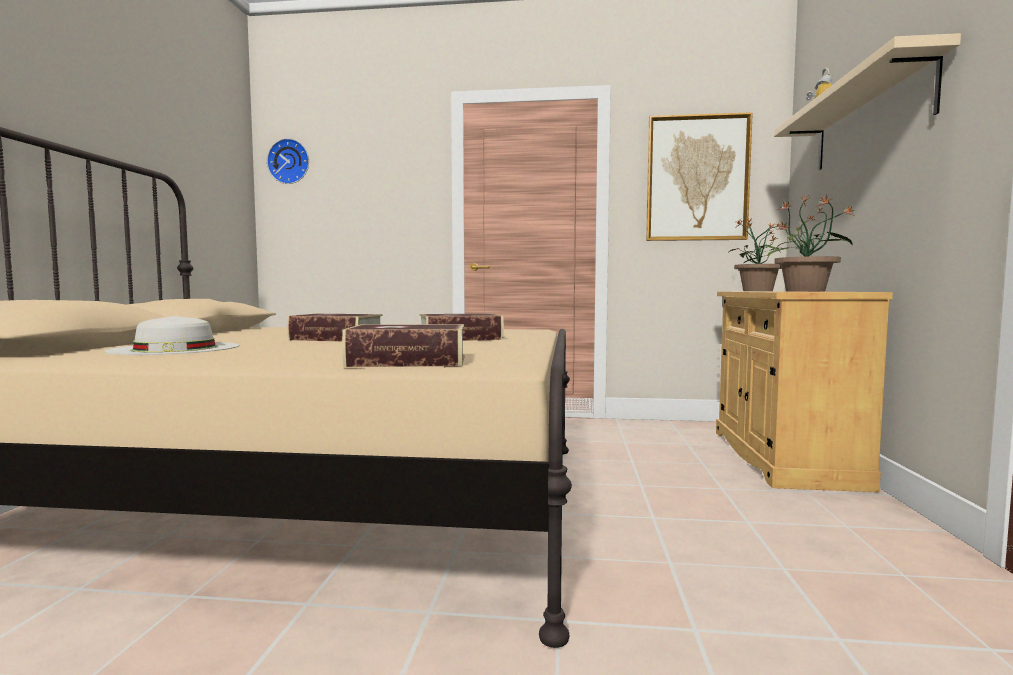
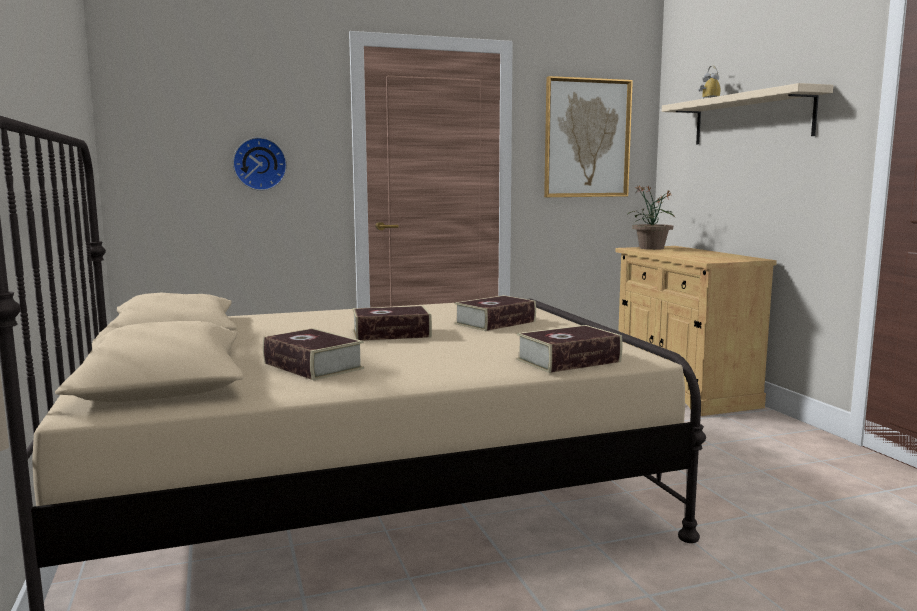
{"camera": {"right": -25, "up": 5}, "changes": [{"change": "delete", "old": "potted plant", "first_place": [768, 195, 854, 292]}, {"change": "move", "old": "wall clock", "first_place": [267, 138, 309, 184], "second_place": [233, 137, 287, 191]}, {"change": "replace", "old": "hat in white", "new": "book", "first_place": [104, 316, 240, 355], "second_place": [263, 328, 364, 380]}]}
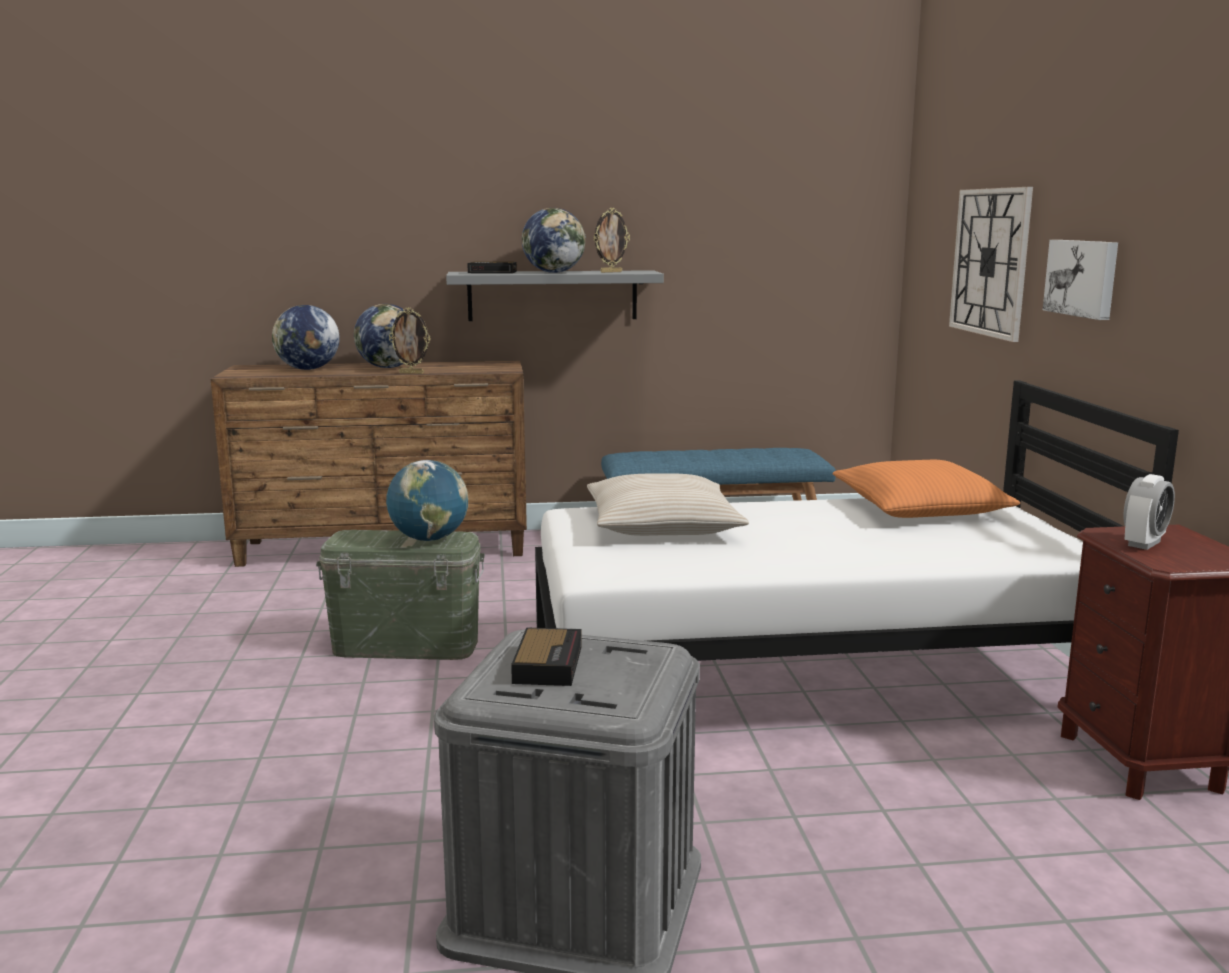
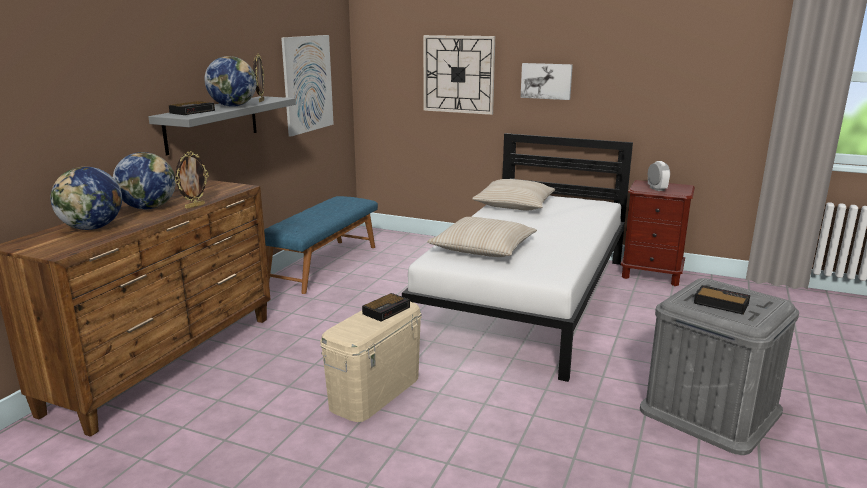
{"camera": {"right": -60, "up": 5}, "changes": [{"change": "insert", "new": "picture", "second_place": [281, 35, 334, 137]}, {"change": "replace", "old": "globe", "new": "alarm clock", "first_place": [386, 460, 468, 541], "second_place": [362, 293, 410, 321]}, {"change": "recolor", "old": "storage box in green", "new": "storage box in beige", "first_place": [316, 530, 485, 660], "second_place": [320, 302, 422, 422]}, {"change": "recolor", "old": "pillow in orange", "new": "pillow in beige", "first_place": [833, 460, 1020, 518], "second_place": [472, 179, 555, 210]}]}
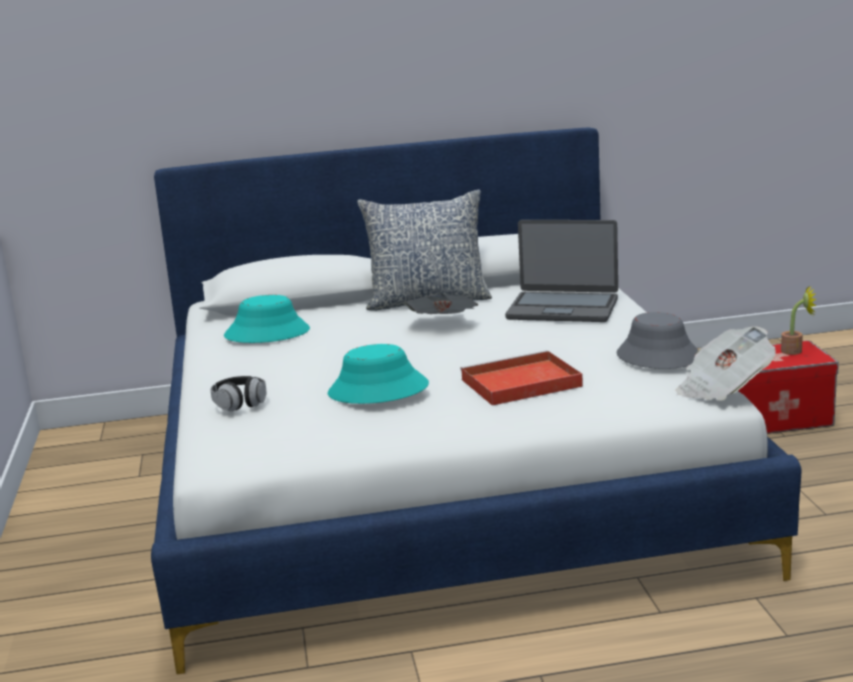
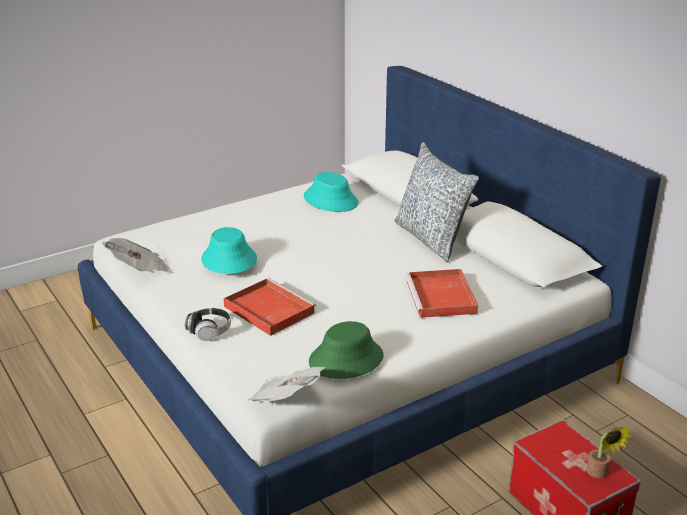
{"camera": {"right": 65, "up": 10}, "changes": [{"change": "move", "old": "headphones", "first_place": [210, 376, 267, 411], "second_place": [185, 308, 231, 341]}, {"change": "move", "old": "newspaper", "first_place": [402, 294, 478, 314], "second_place": [102, 238, 172, 273]}, {"change": "replace", "old": "laptop", "new": "tray in red", "first_place": [505, 220, 618, 322], "second_place": [405, 269, 478, 318]}, {"change": "recolor", "old": "hat in grey", "new": "hat in green", "first_place": [617, 312, 698, 369], "second_place": [309, 321, 383, 379]}]}
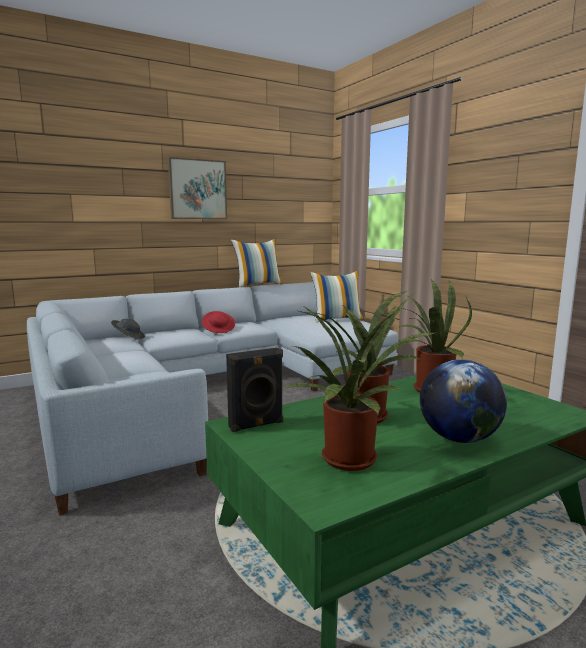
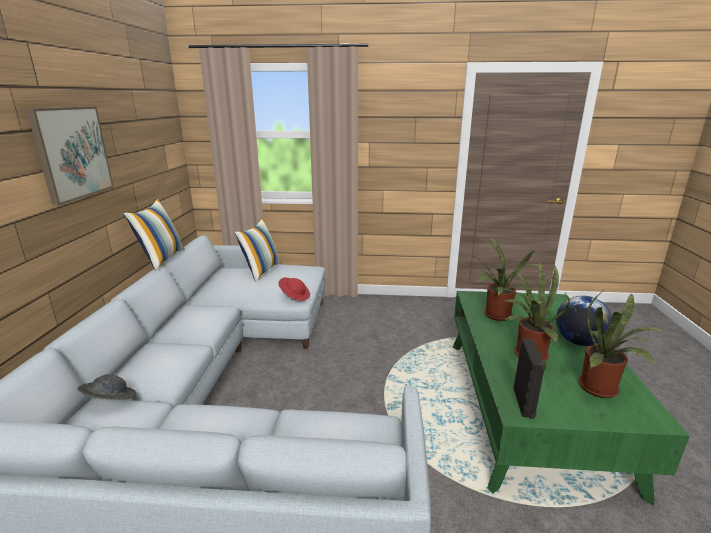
{"camera": {"right": -55, "up": 10}, "changes": [{"change": "move", "old": "hat in red", "first_place": [202, 311, 235, 333], "second_place": [279, 278, 310, 301]}]}
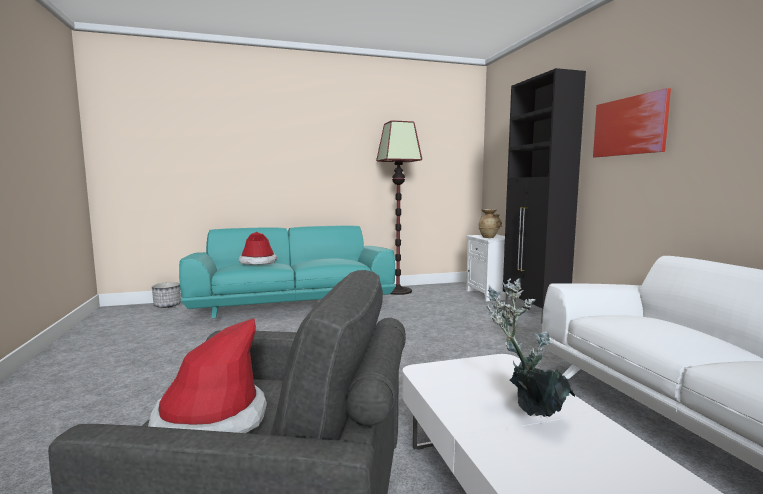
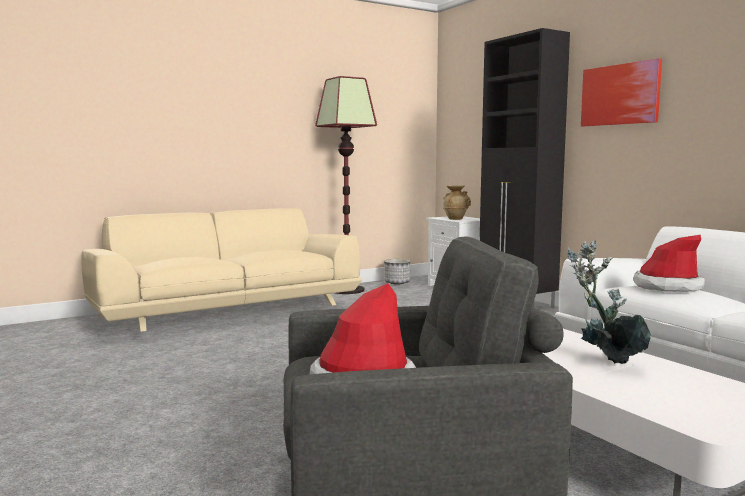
{"camera": {"right": -15, "up": 0}, "changes": [{"change": "move", "old": "planter", "first_place": [152, 282, 181, 308], "second_place": [384, 259, 411, 285]}, {"change": "move", "old": "hat", "first_place": [238, 232, 277, 265], "second_place": [633, 235, 705, 292]}, {"change": "recolor", "old": "sofa in turquoise", "new": "sofa in beige", "first_place": [179, 225, 396, 318], "second_place": [81, 208, 362, 332]}]}
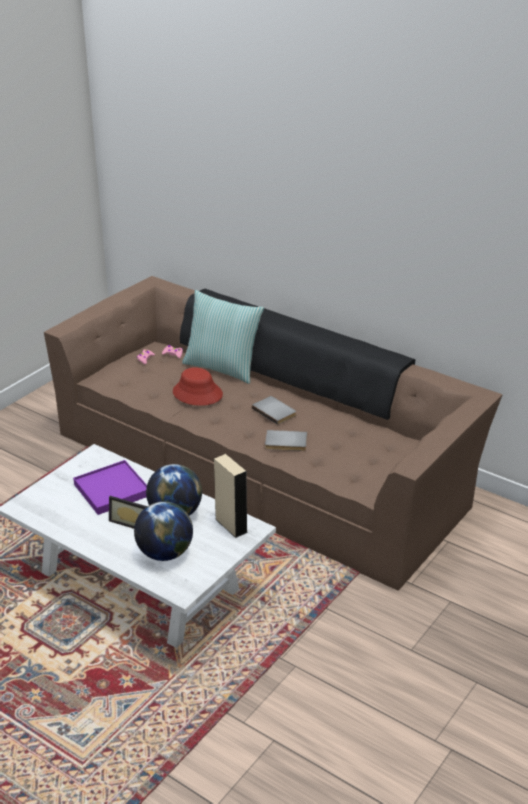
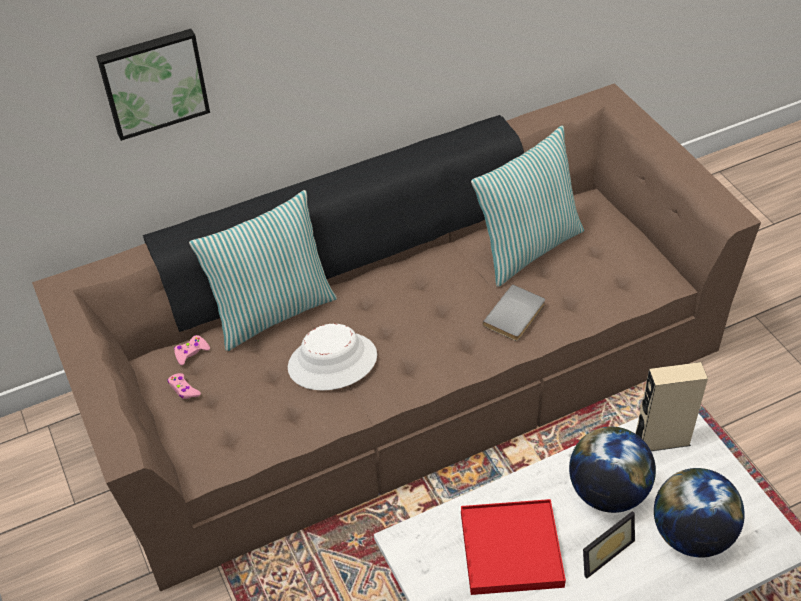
{"camera": {"right": -60, "up": 15}, "changes": [{"change": "delete", "old": "book in grey", "first_place": [252, 396, 296, 425]}, {"change": "insert", "new": "picture", "second_place": [96, 29, 210, 141]}, {"change": "insert", "new": "pillow", "second_place": [471, 125, 584, 287]}, {"change": "recolor", "old": "tray in purple", "new": "tray in red", "first_place": [73, 460, 147, 515], "second_place": [461, 499, 566, 595]}, {"change": "recolor", "old": "hat in red", "new": "hat in white", "first_place": [173, 367, 223, 406], "second_place": [288, 324, 377, 391]}]}
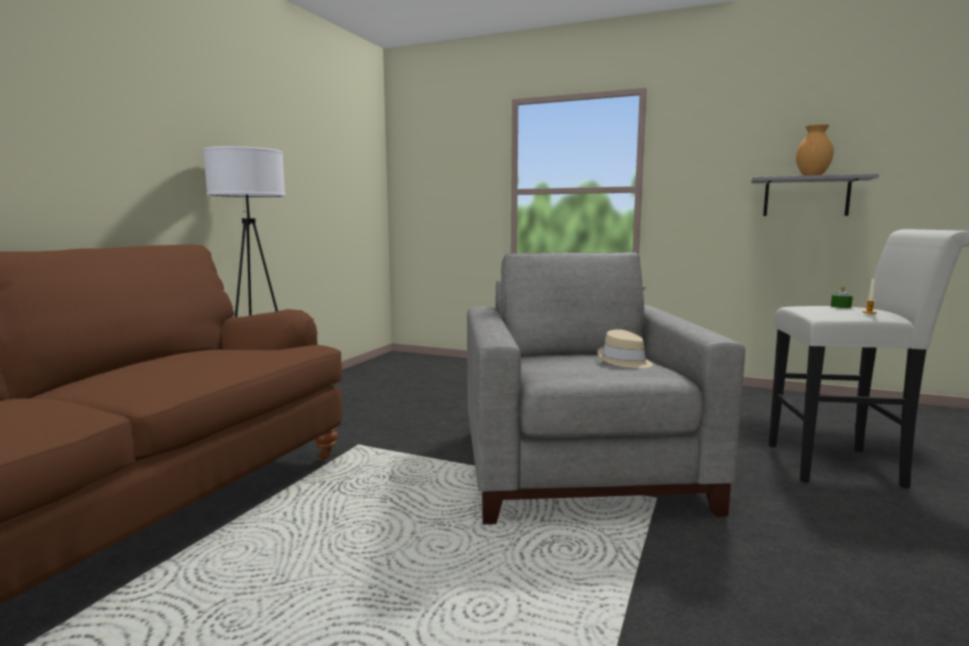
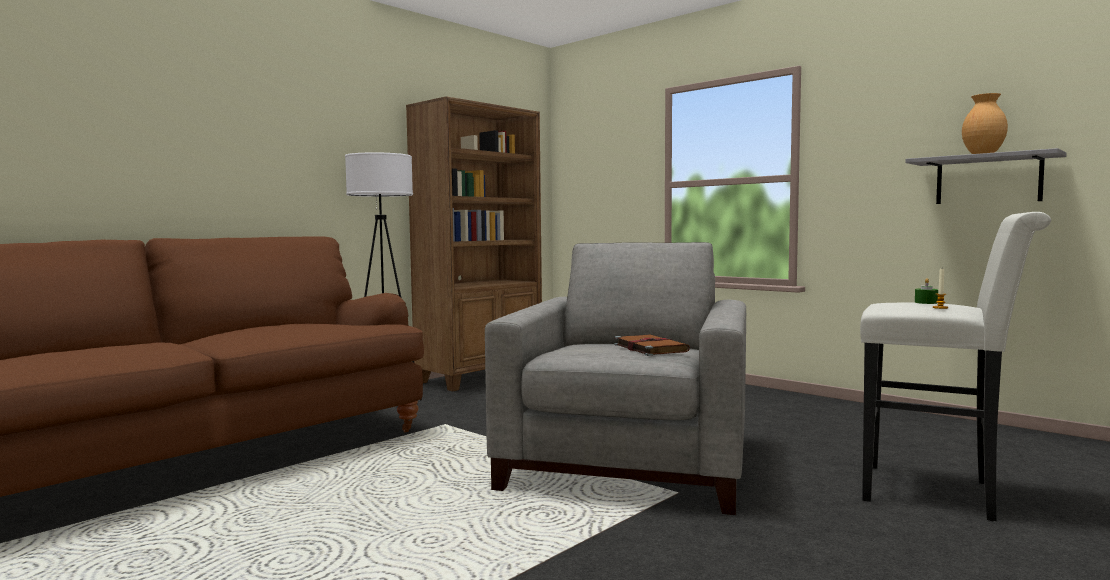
{"camera": {"right": 20, "up": -5}, "changes": [{"change": "insert", "new": "bookcase in brown", "second_place": [406, 96, 542, 392]}, {"change": "replace", "old": "hat in beige", "new": "book in brown", "first_place": [597, 329, 653, 368], "second_place": [614, 334, 690, 356]}]}
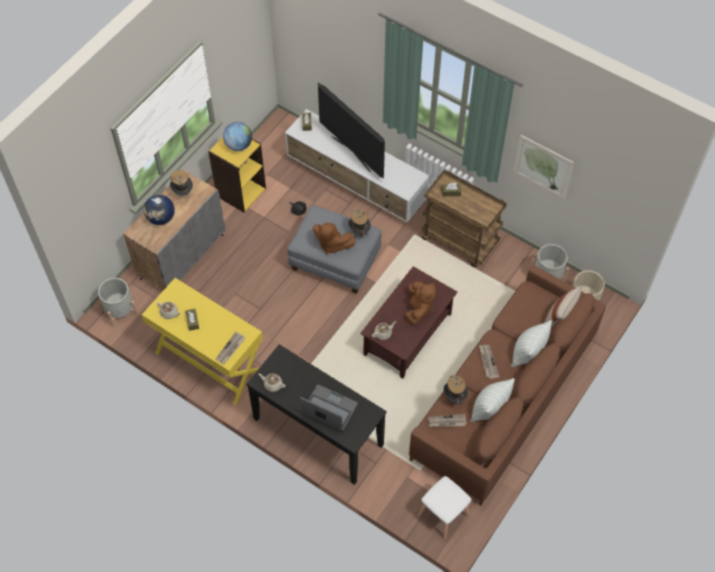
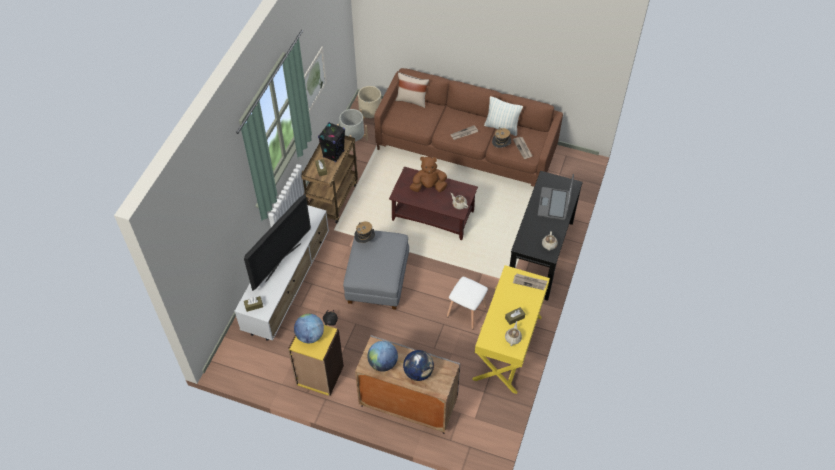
{"camera": {"right": -105, "up": -5}, "changes": [{"change": "delete", "old": "planter in grey", "first_place": [98, 278, 138, 327]}, {"change": "delete", "old": "plush toy in brown", "first_place": [313, 223, 356, 254]}, {"change": "delete", "old": "pillow", "first_place": [511, 320, 552, 367]}, {"change": "insert", "new": "speaker in black", "second_place": [318, 122, 345, 162]}, {"change": "move", "old": "stool in white", "first_place": [418, 476, 471, 539], "second_place": [447, 277, 488, 329]}, {"change": "replace", "old": "hat", "new": "globe", "first_place": [170, 170, 193, 196], "second_place": [367, 341, 398, 372]}]}
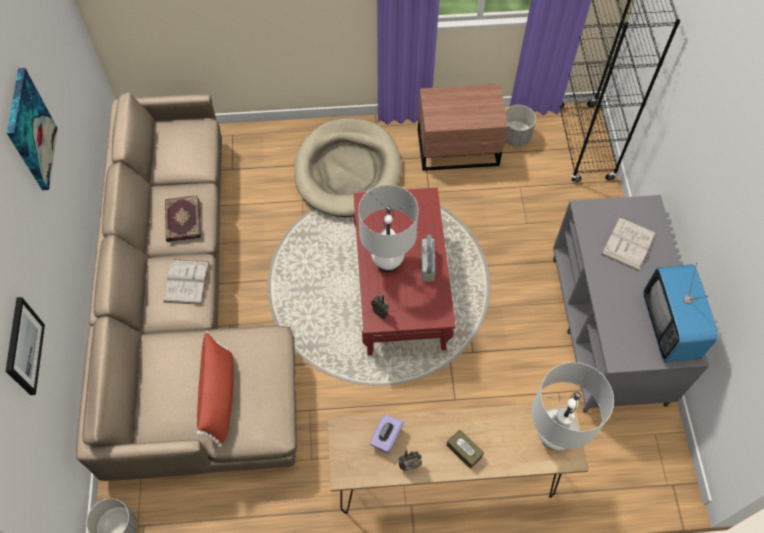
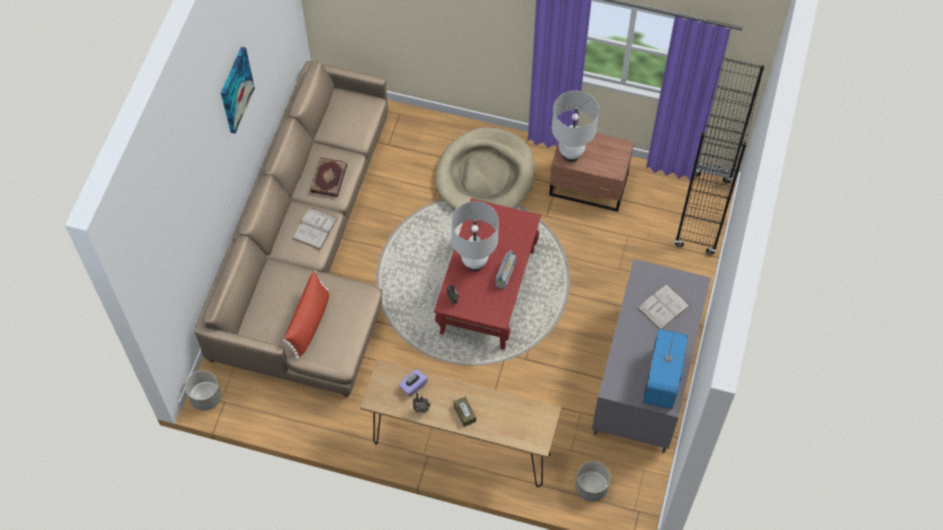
{"camera": {"right": 20, "up": 0}, "changes": [{"change": "delete", "old": "picture", "first_place": [6, 297, 45, 395]}, {"change": "move", "old": "planter in grey", "first_place": [505, 105, 536, 146], "second_place": [575, 461, 610, 502]}, {"change": "move", "old": "table lamp in white", "first_place": [532, 362, 614, 450], "second_place": [552, 91, 599, 162]}]}
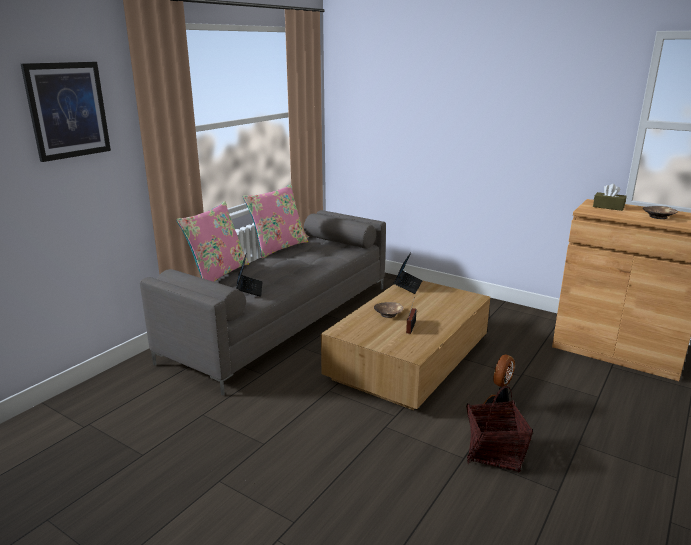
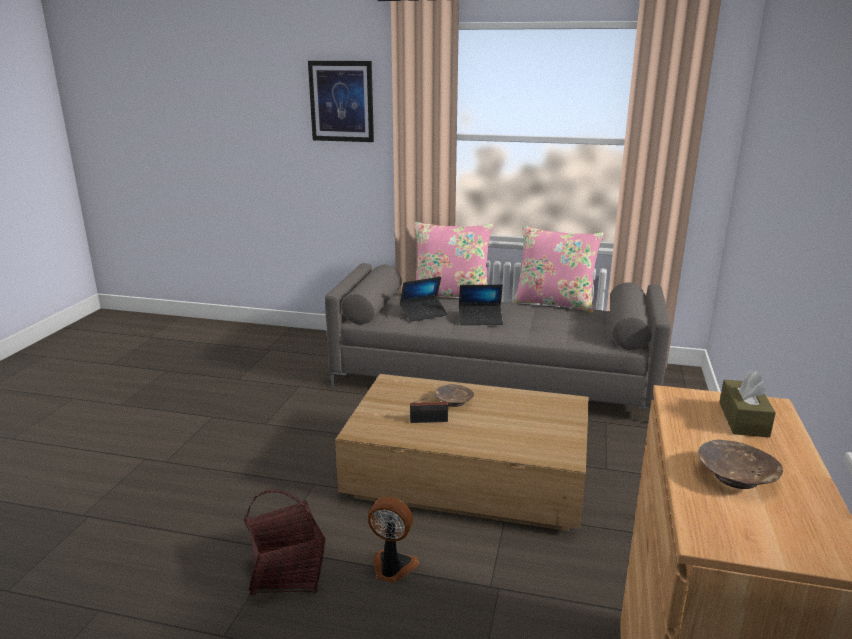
{"camera": {"right": 70, "up": 0}, "changes": [{"change": "move", "old": "laptop", "first_place": [394, 253, 423, 294], "second_place": [459, 285, 503, 325]}]}
